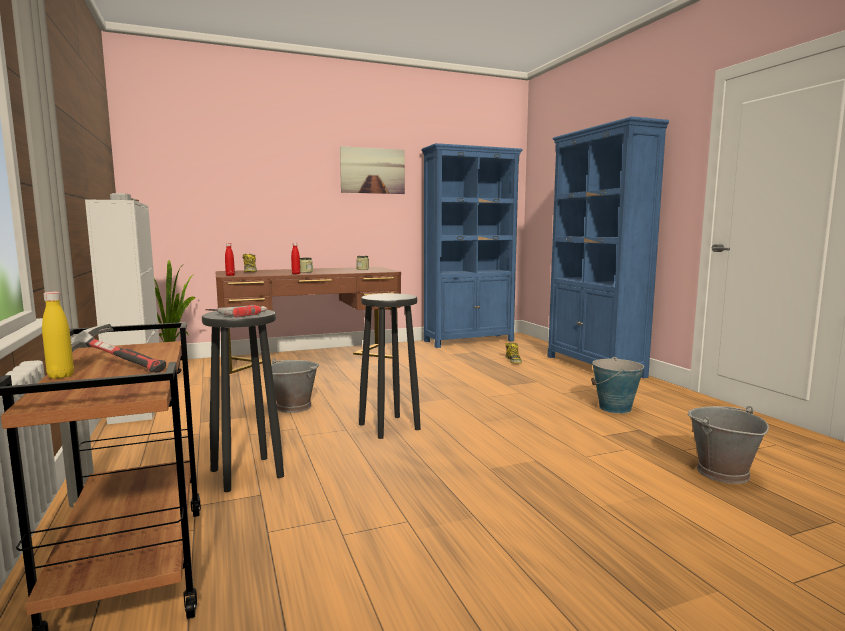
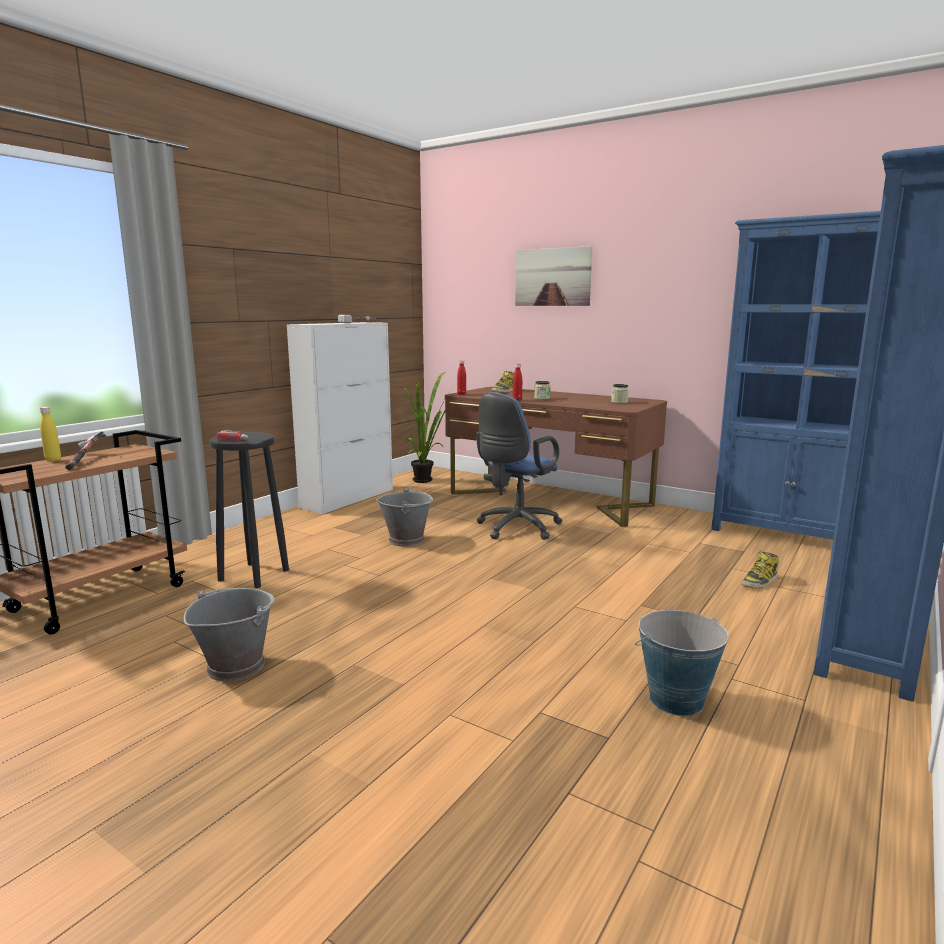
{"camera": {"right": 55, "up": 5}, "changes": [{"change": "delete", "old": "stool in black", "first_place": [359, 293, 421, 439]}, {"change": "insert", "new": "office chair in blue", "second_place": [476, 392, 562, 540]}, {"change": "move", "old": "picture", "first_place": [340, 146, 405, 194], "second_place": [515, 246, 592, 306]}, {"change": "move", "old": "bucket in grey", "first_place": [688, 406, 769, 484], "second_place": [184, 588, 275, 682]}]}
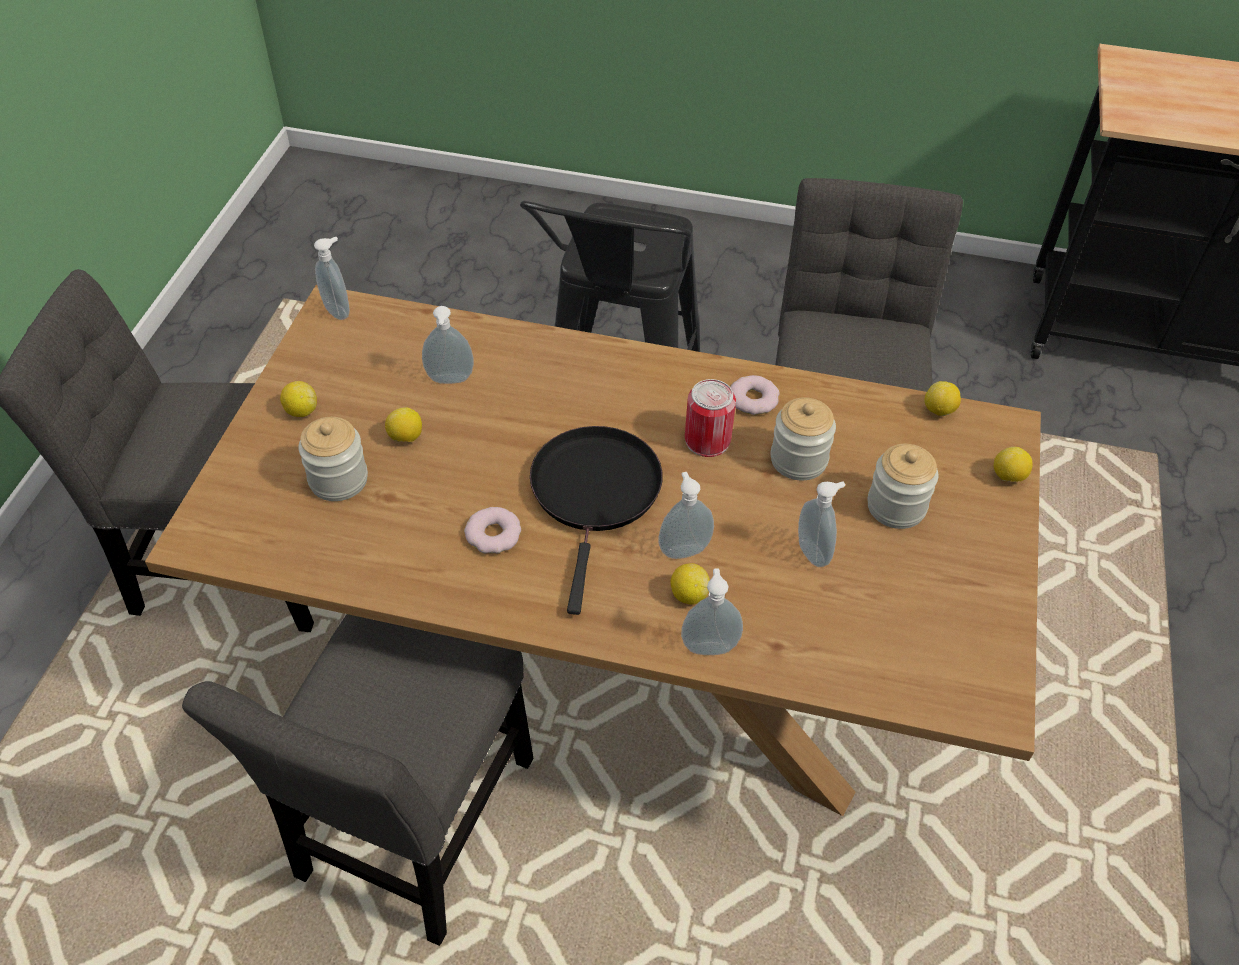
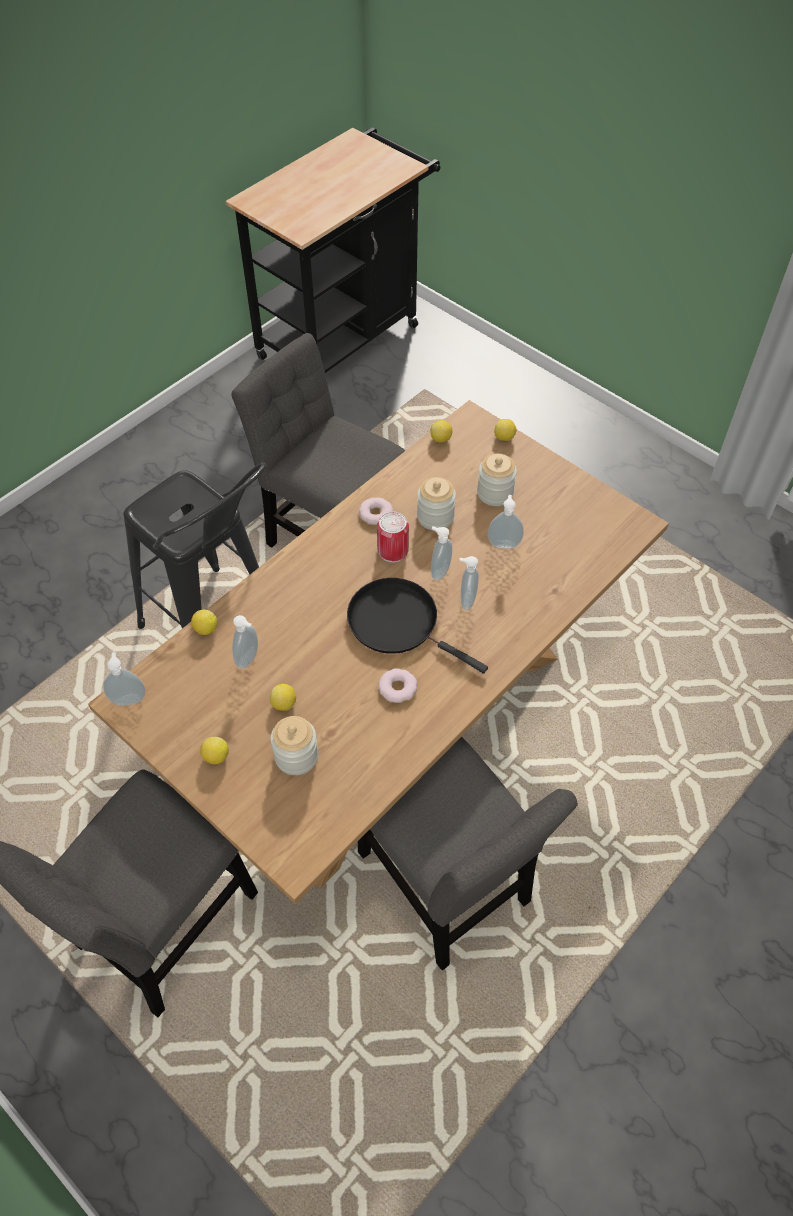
{"camera": {"right": -60, "up": 5}, "changes": [{"change": "move", "old": "lemon", "first_place": [670, 563, 710, 605], "second_place": [191, 610, 217, 635]}, {"change": "move", "old": "soap dispenser", "first_place": [681, 569, 743, 655], "second_place": [431, 526, 452, 580]}]}
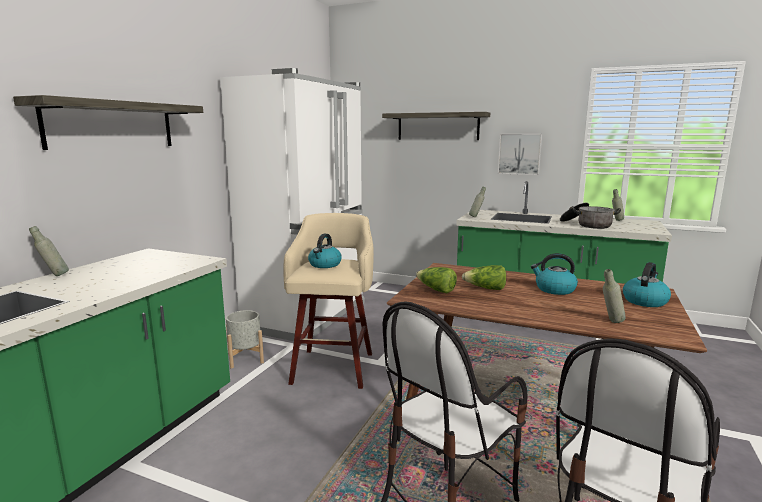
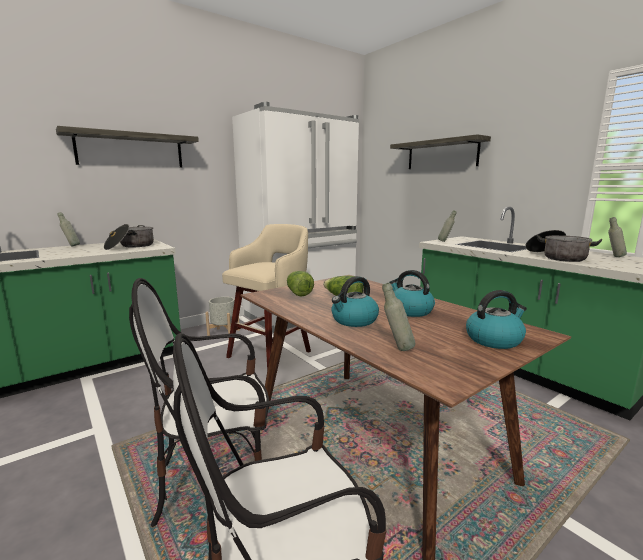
{"camera": {"right": 30, "up": 0}, "changes": [{"change": "delete", "old": "picture", "first_place": [498, 134, 542, 175]}, {"change": "insert", "new": "cooking pot", "second_place": [104, 224, 154, 250]}, {"change": "move", "old": "kettle", "first_place": [308, 234, 342, 268], "second_place": [331, 276, 379, 327]}]}
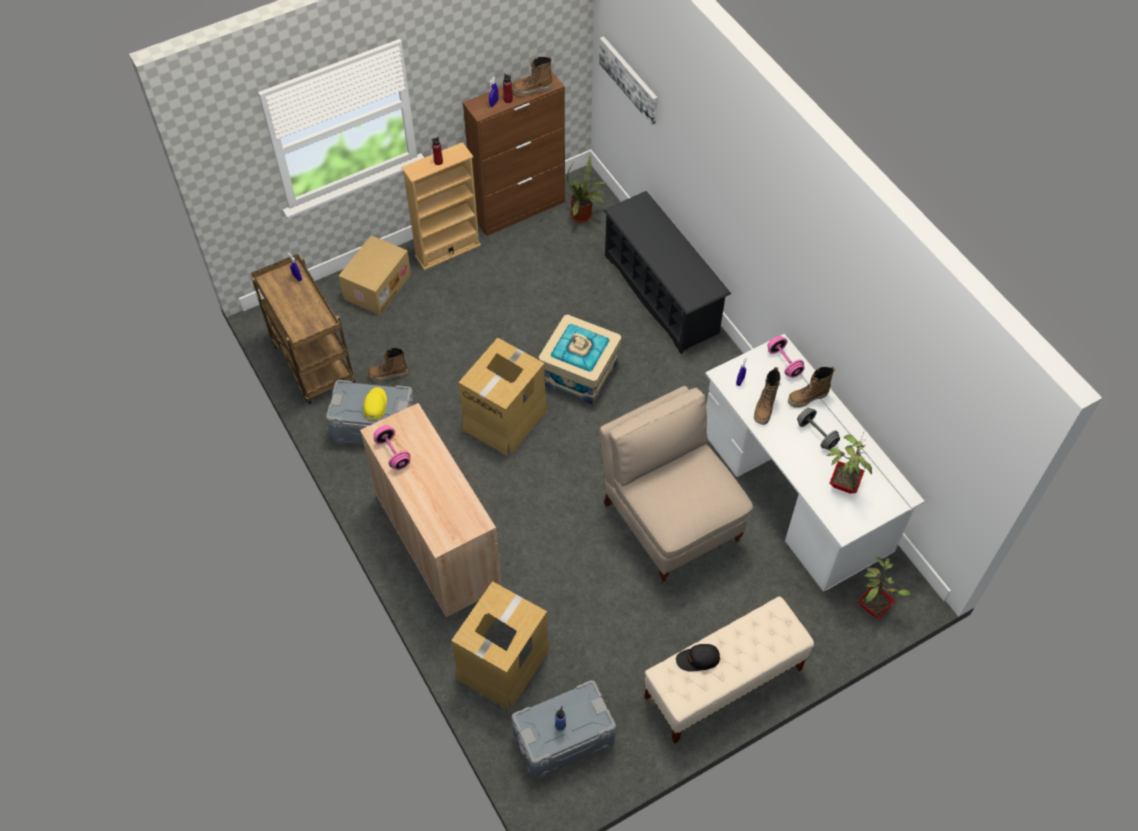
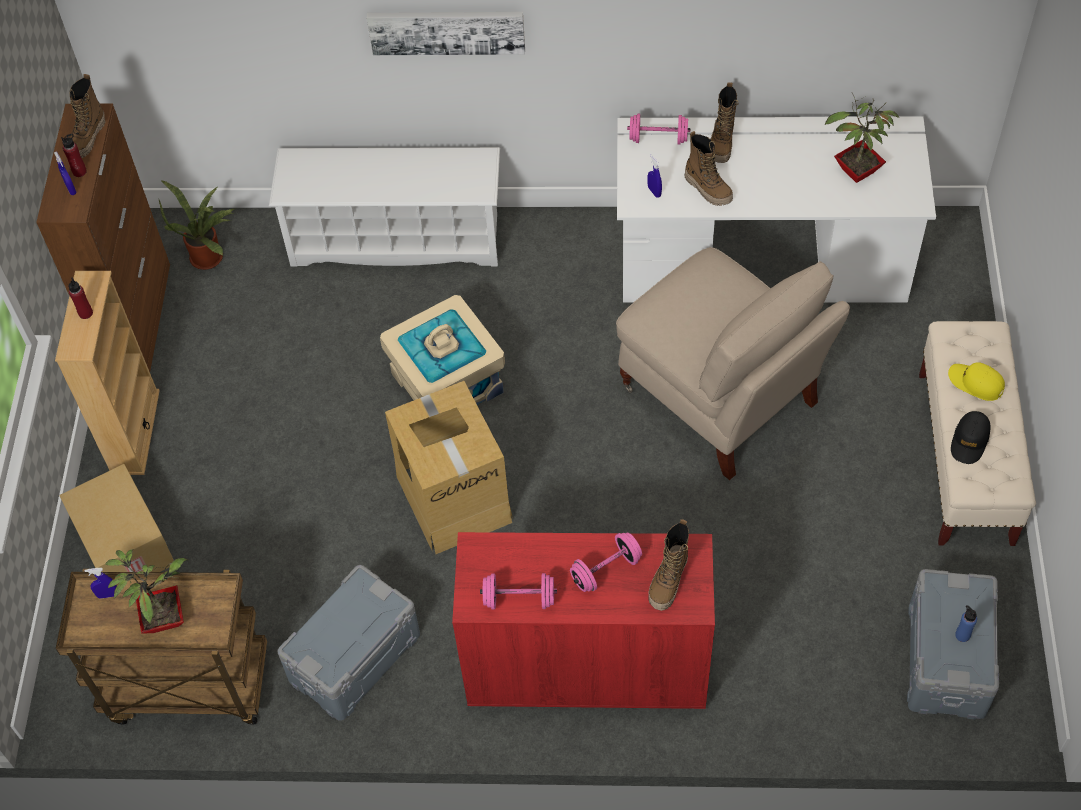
{"camera": {"right": -55, "up": 0}, "changes": [{"change": "delete", "old": "cardboard box", "first_place": [451, 581, 550, 710]}, {"change": "delete", "old": "dumbbell in grey", "first_place": [797, 408, 840, 450]}, {"change": "insert", "new": "dumbbell in pink", "second_place": [570, 532, 642, 592]}, {"change": "move", "old": "cap in yellow", "first_place": [364, 387, 387, 420], "second_place": [948, 362, 1005, 401]}, {"change": "move", "old": "boot", "first_place": [368, 348, 409, 381], "second_place": [648, 519, 689, 611]}, {"change": "move", "old": "picture", "first_place": [599, 36, 658, 125], "second_place": [367, 12, 525, 55]}, {"change": "move", "old": "potted plant", "first_place": [858, 557, 912, 619], "second_place": [105, 549, 189, 634]}, {"change": "recolor", "old": "cabinet in beige", "new": "cabinet in red", "first_place": [360, 403, 502, 617], "second_place": [452, 532, 715, 709]}, {"change": "recolor", "old": "shoe rack in black", "new": "shoe rack in white", "first_place": [603, 191, 731, 354], "second_place": [269, 147, 500, 267]}, {"change": "rotate", "old": "chair in beige", "first_place": [599, 386, 753, 583], "second_place": [616, 247, 850, 480], "degrees": -135}]}
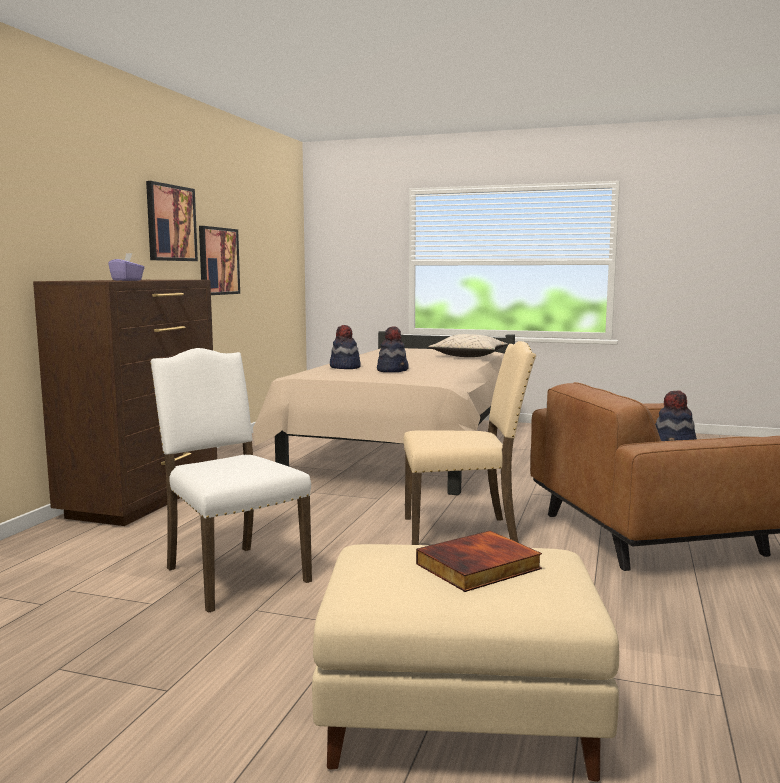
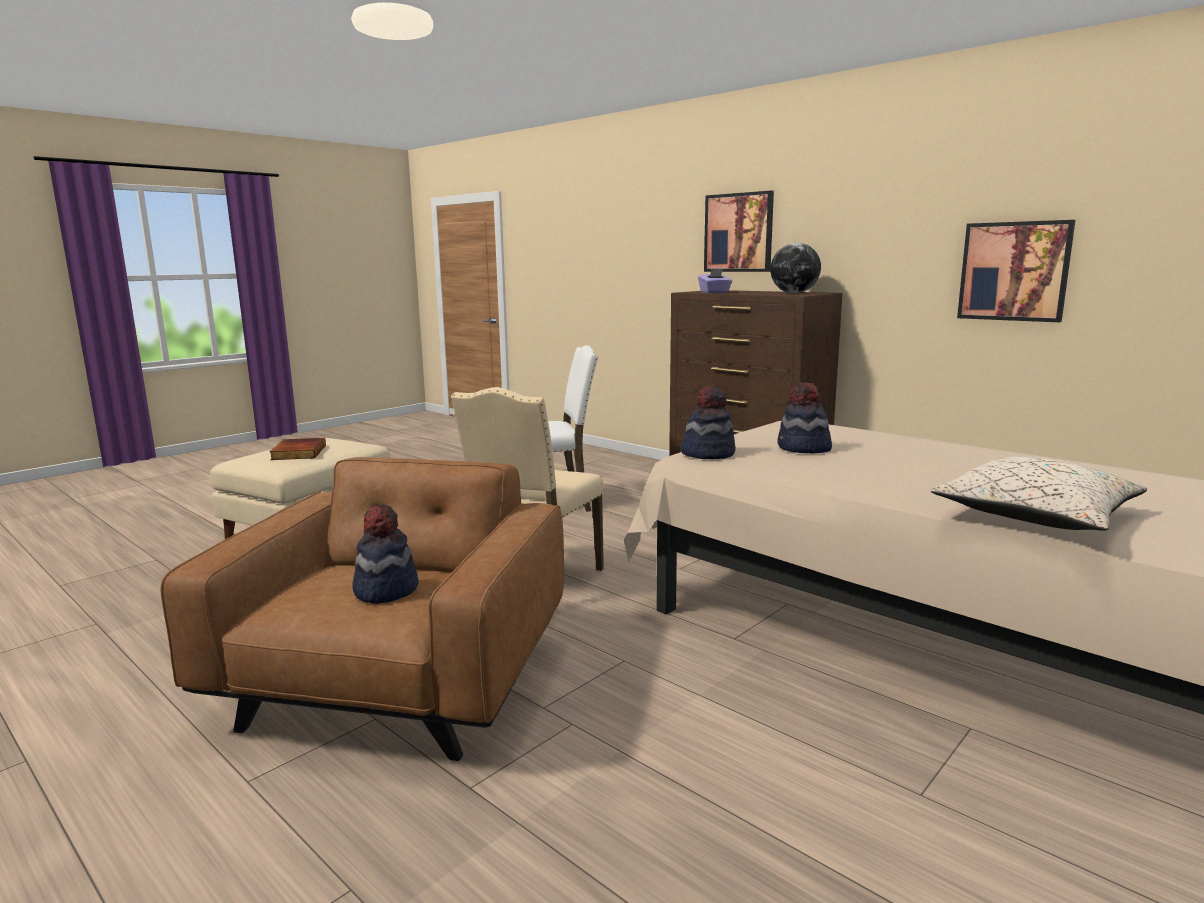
{"camera": {"right": 115, "up": 5}, "changes": [{"change": "insert", "new": "globe", "second_place": [770, 243, 821, 293]}, {"change": "move", "old": "picture", "first_place": [146, 181, 198, 261], "second_place": [704, 191, 774, 272]}, {"change": "move", "old": "hat", "first_place": [330, 325, 361, 369], "second_place": [680, 386, 736, 459]}]}
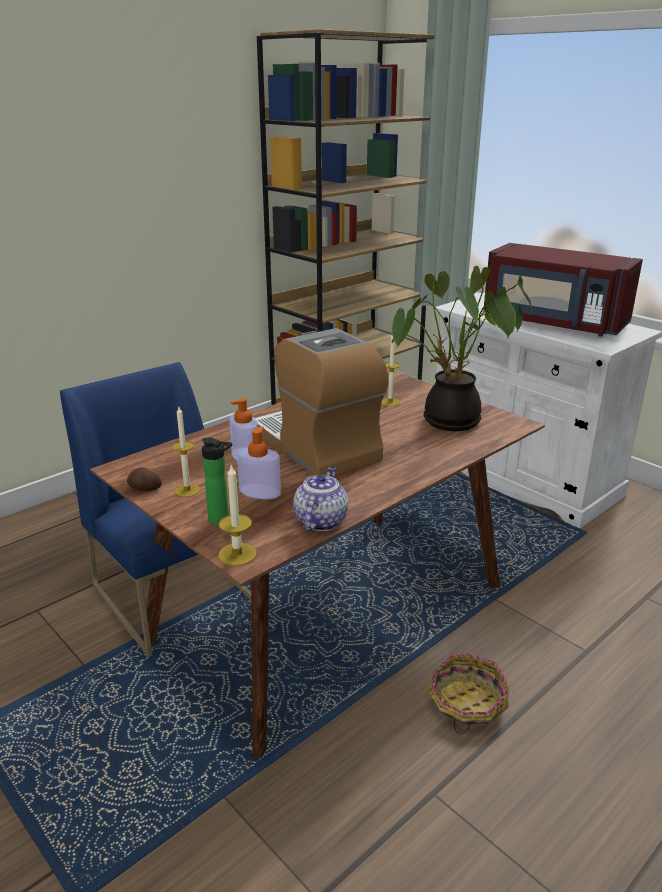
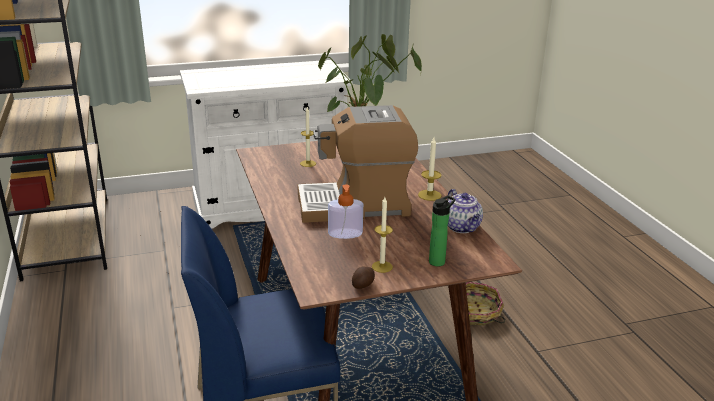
{"camera": {"right": -65, "up": 0}, "changes": [{"change": "delete", "old": "soap dispenser", "first_place": [237, 426, 281, 499]}, {"change": "delete", "old": "microwave in red", "first_place": [483, 243, 643, 337]}, {"change": "move", "old": "candle", "first_place": [218, 465, 256, 566], "second_place": [418, 137, 442, 201]}, {"change": "rotate", "old": "teapot", "first_place": [293, 467, 348, 531], "second_place": [448, 189, 483, 233], "degrees": -150}]}
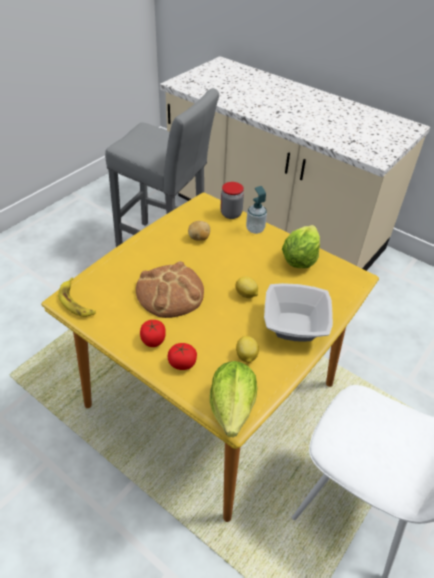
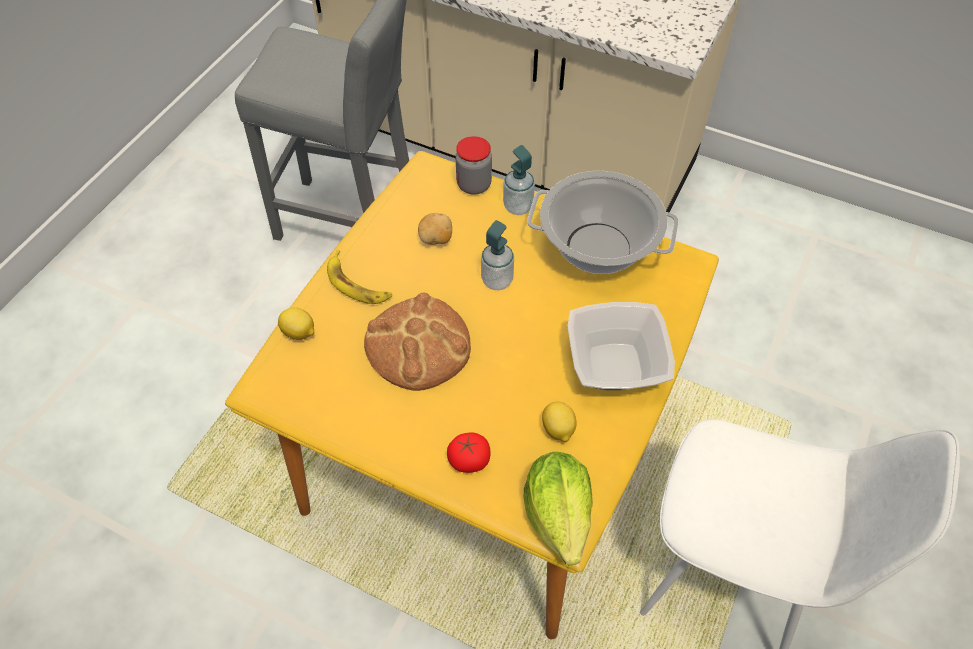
{"camera": {"right": -10, "up": 10}, "changes": [{"change": "delete", "old": "tomato", "first_place": [140, 320, 166, 347]}, {"change": "insert", "new": "soap dispenser", "second_place": [481, 220, 514, 290]}, {"change": "move", "old": "banana", "first_place": [58, 278, 96, 317], "second_place": [327, 250, 392, 304]}, {"change": "move", "old": "lemon", "first_place": [235, 276, 258, 298], "second_place": [278, 307, 314, 340]}, {"change": "replace", "old": "lettuce", "new": "cooking pot", "first_place": [282, 225, 320, 268], "second_place": [527, 171, 678, 274]}]}
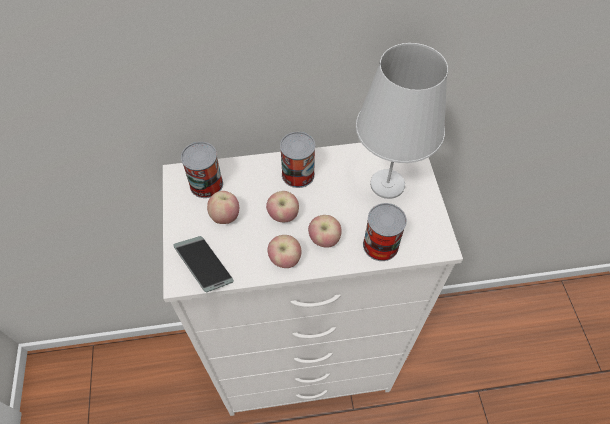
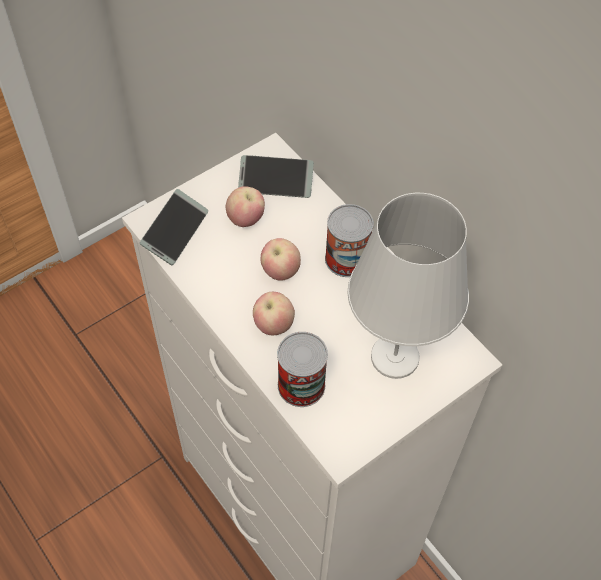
{"camera": {"right": 60, "up": 0}, "changes": [{"change": "delete", "old": "apple", "first_place": [267, 235, 302, 268]}, {"change": "replace", "old": "can", "new": "phone", "first_place": [181, 142, 223, 198], "second_place": [238, 155, 314, 198]}]}
